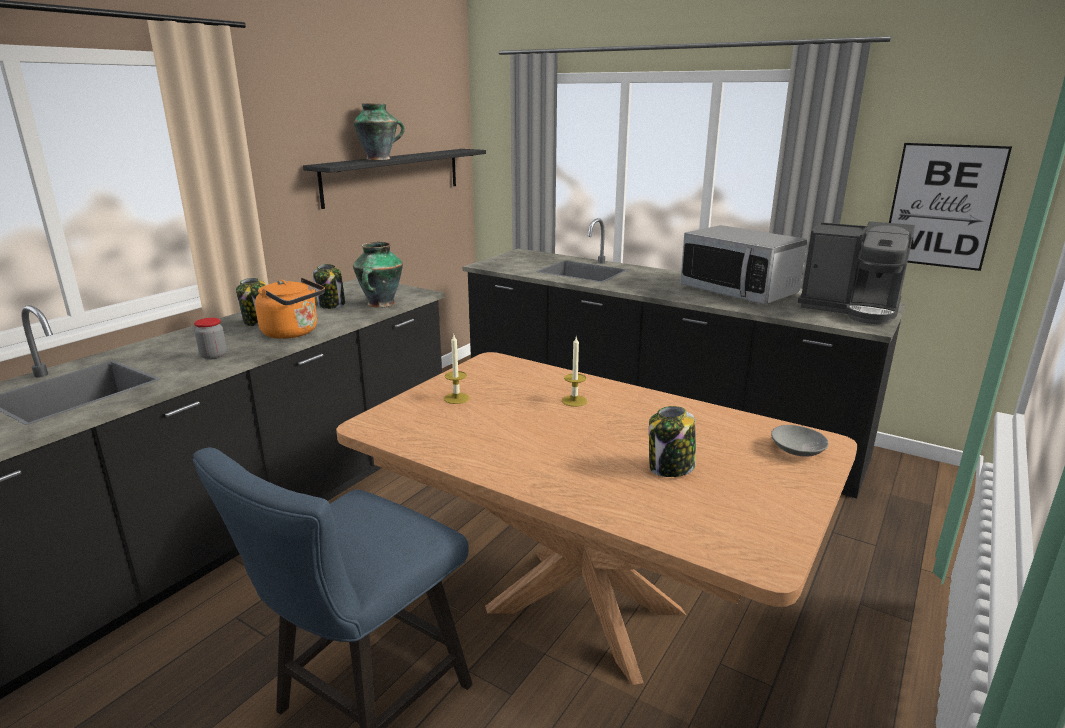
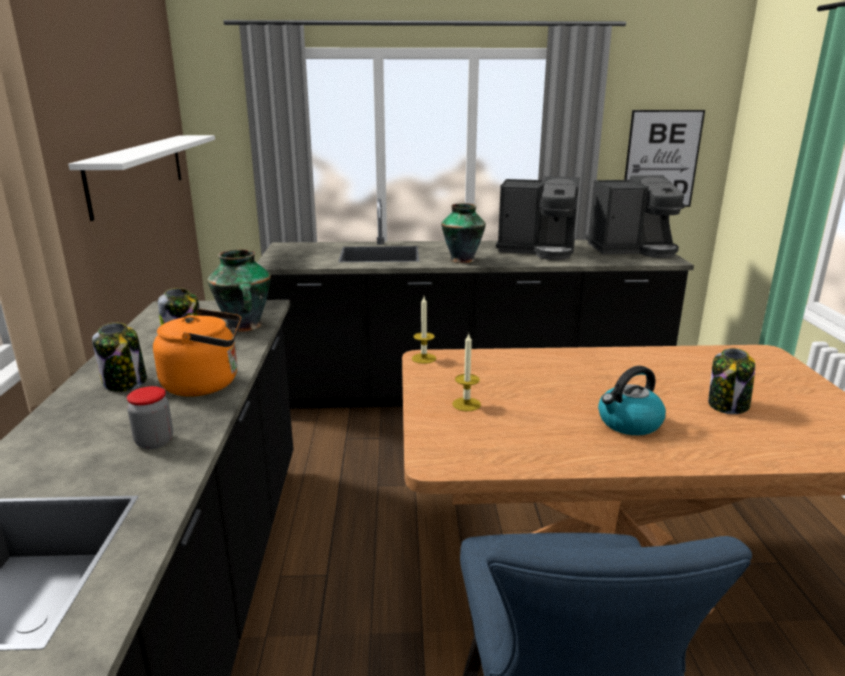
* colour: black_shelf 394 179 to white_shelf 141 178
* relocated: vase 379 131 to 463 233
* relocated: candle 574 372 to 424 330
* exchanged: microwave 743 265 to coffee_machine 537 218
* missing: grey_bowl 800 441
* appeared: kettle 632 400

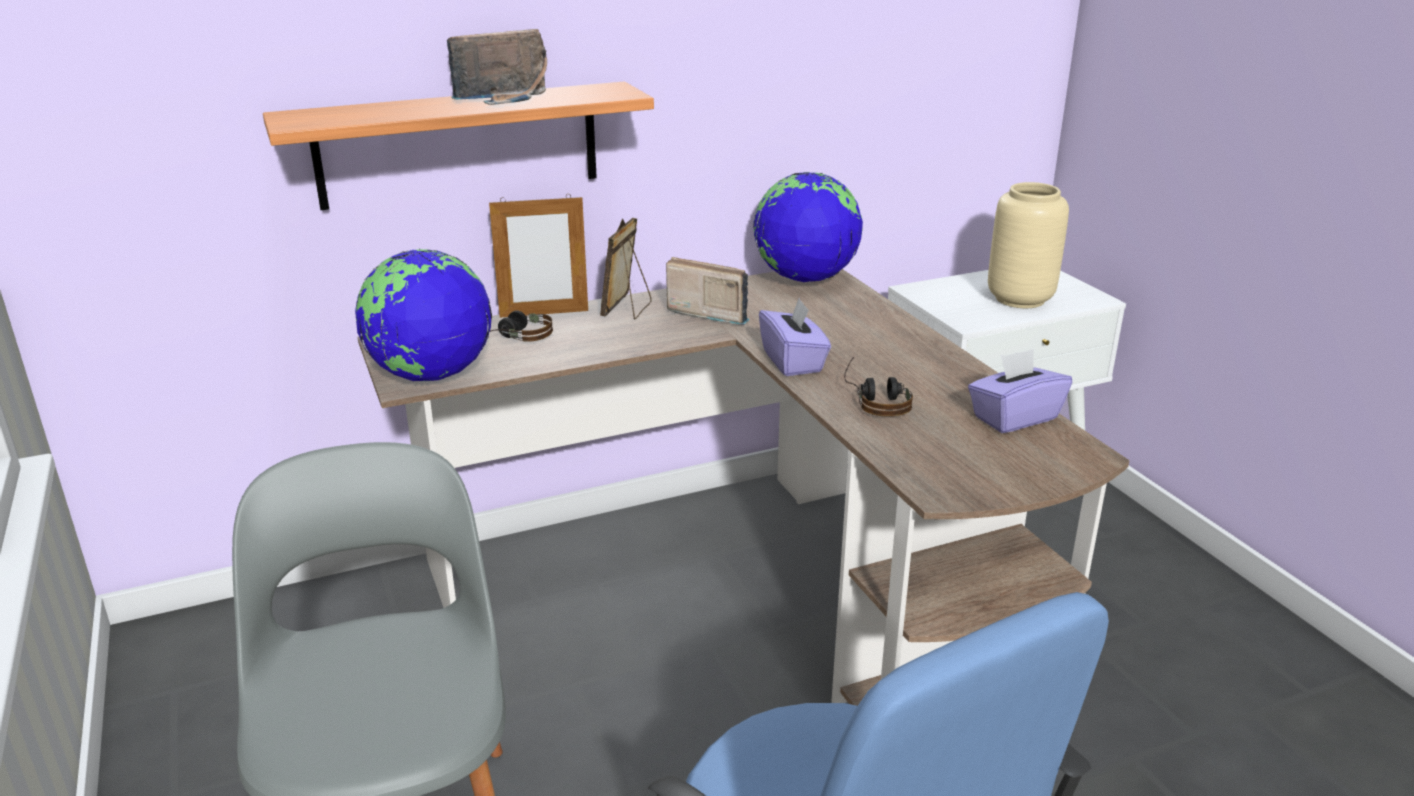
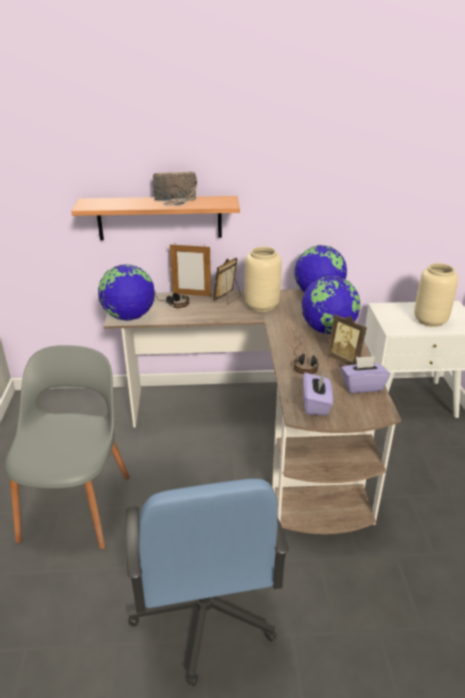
* exchanged: radio 707 291 to beige_vase 263 279
* relocated: purple_tissue_box 795 337 to 318 393
* appeared: globe 330 305
* appeared: picture_frame 346 339

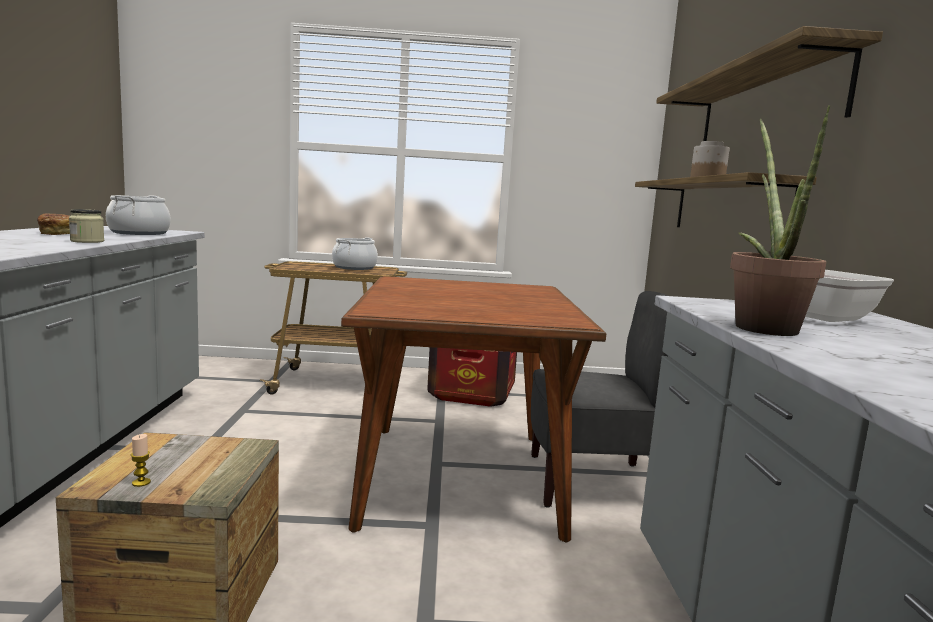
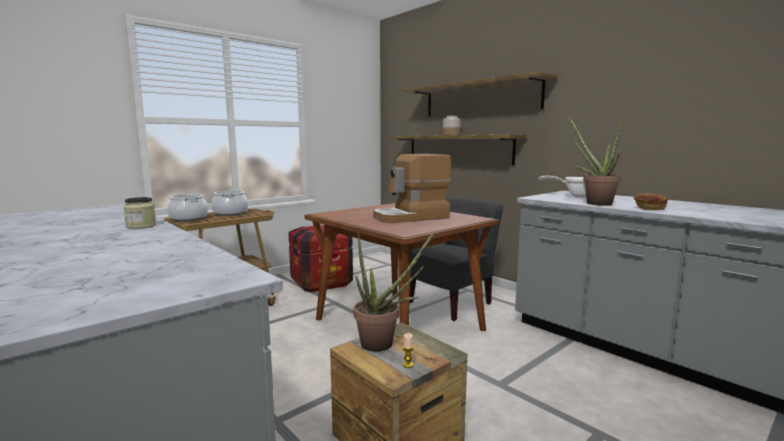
* relocated: bread 53 224 to 651 201
* relocated: cooking_pot 138 215 to 187 207
* appeared: potted_plant 393 292
* appeared: coffee_machine 412 188

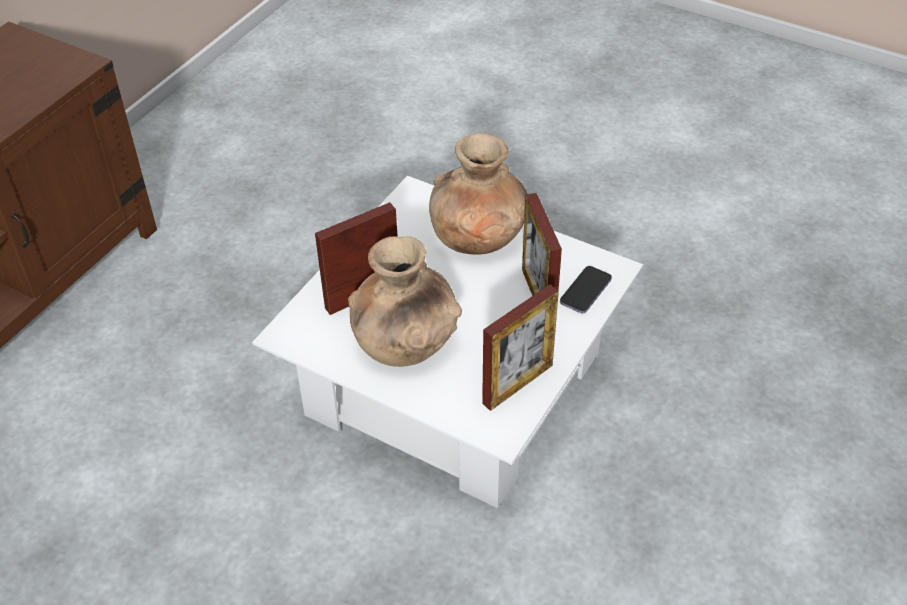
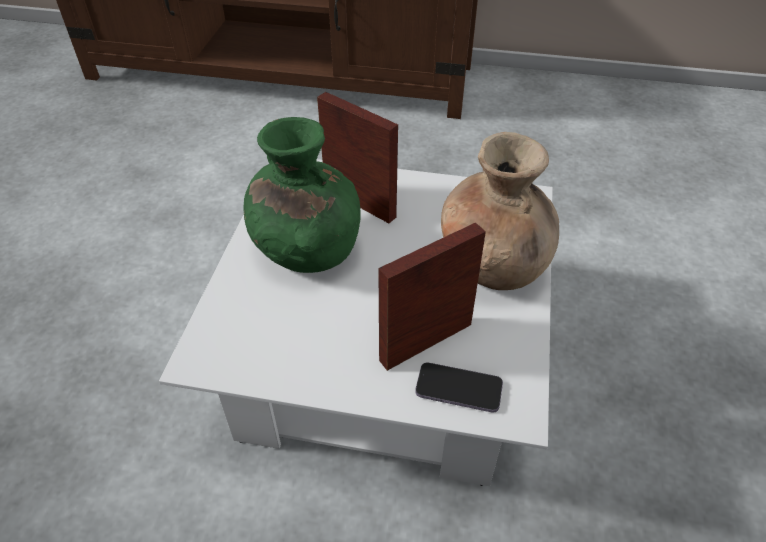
* colour: brown_vase 405 301 to green_vase 302 195
* missing: picture_frame 520 347

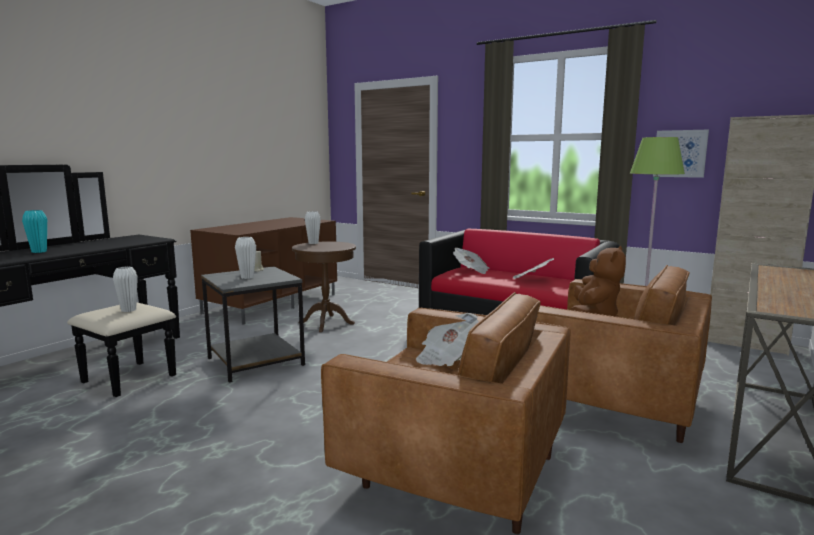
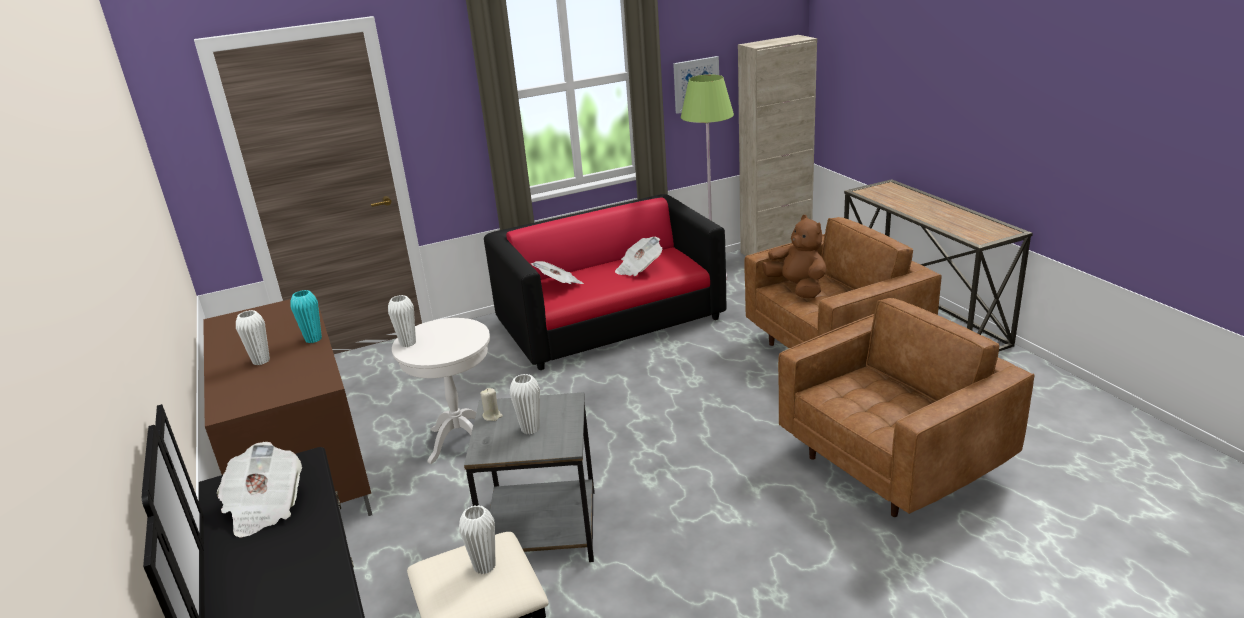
* relocated: turquoise_vase 34 231 to 306 316
* colour: brown_side_table 324 287 to white_side_table 441 391
* relocated: newspaper 447 339 to 259 490
* appeared: white_vase 253 337

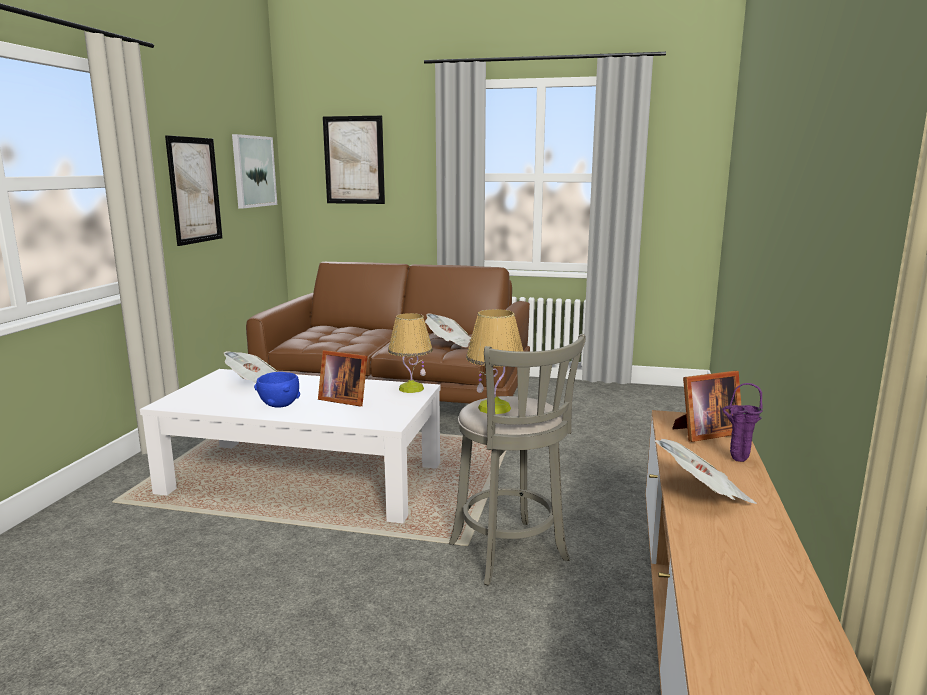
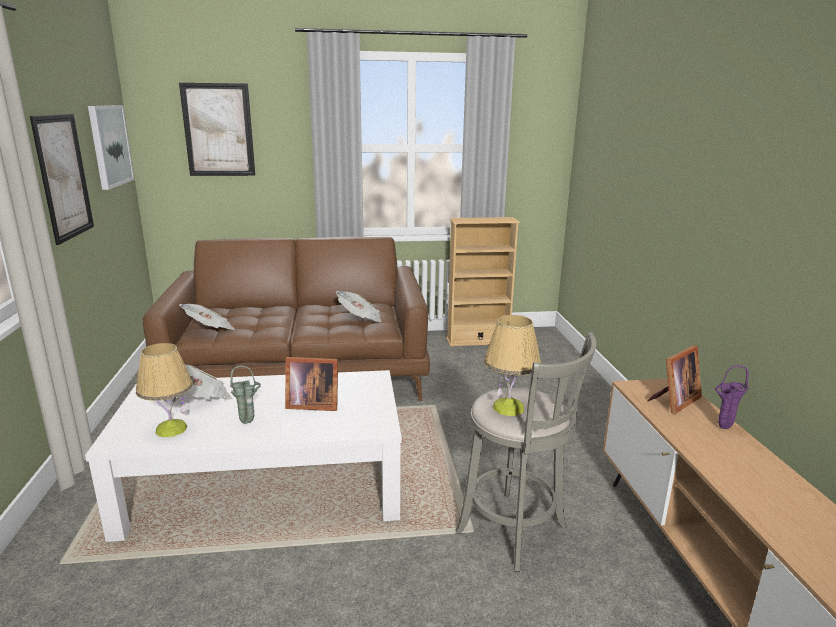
* exchanged: blue_bowl 277 390 to green_vase 245 394
* relocated: table_lamp 410 353 to 164 390
* relocated: newspaper 705 471 to 207 317
* appeared: beige_bookcase 483 281

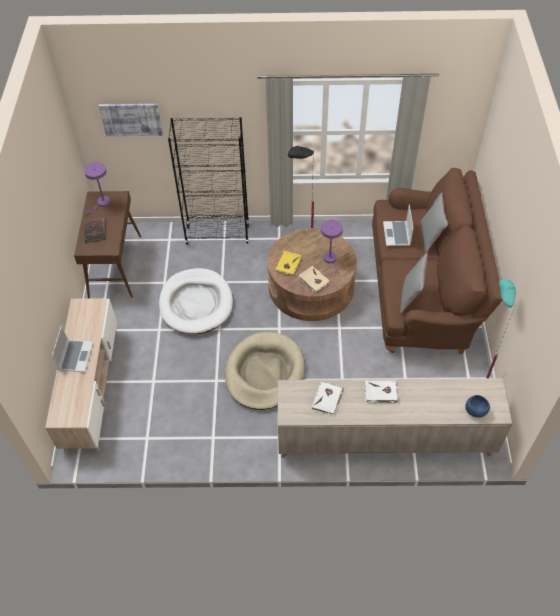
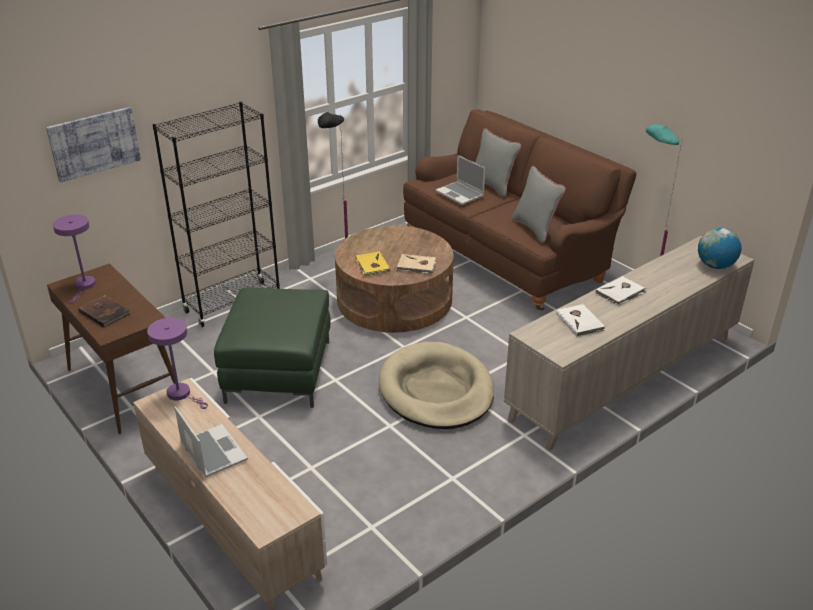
* exchanged: white_dog_bed 196 301 to green_ottoman 272 347
* relocated: purple_table_lamp 332 247 to 177 363
* exchanged: blue_bowl 477 406 to globe 720 248

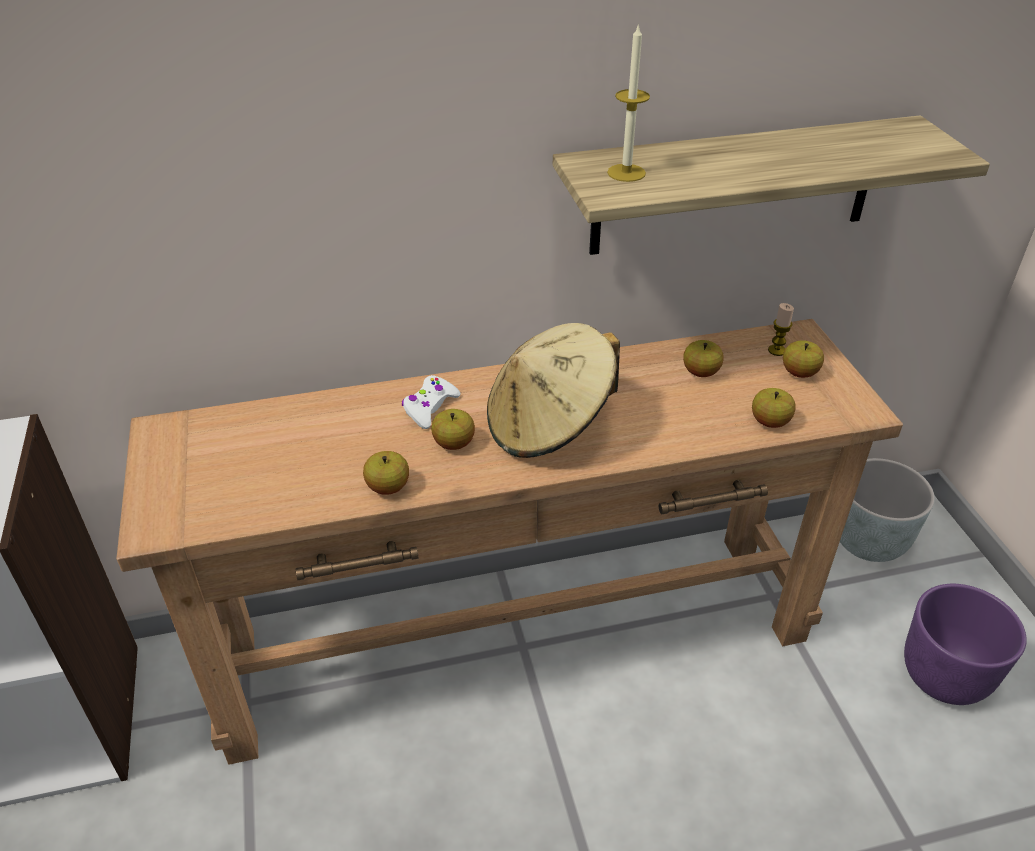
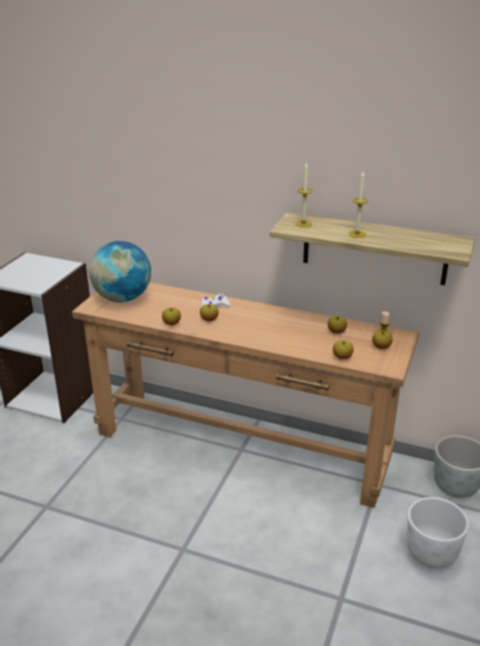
* missing: beige_hat 553 390
* colour: purple_planter 965 644 to white_planter 437 533
* appeared: globe 120 271
* appeared: candle 358 205

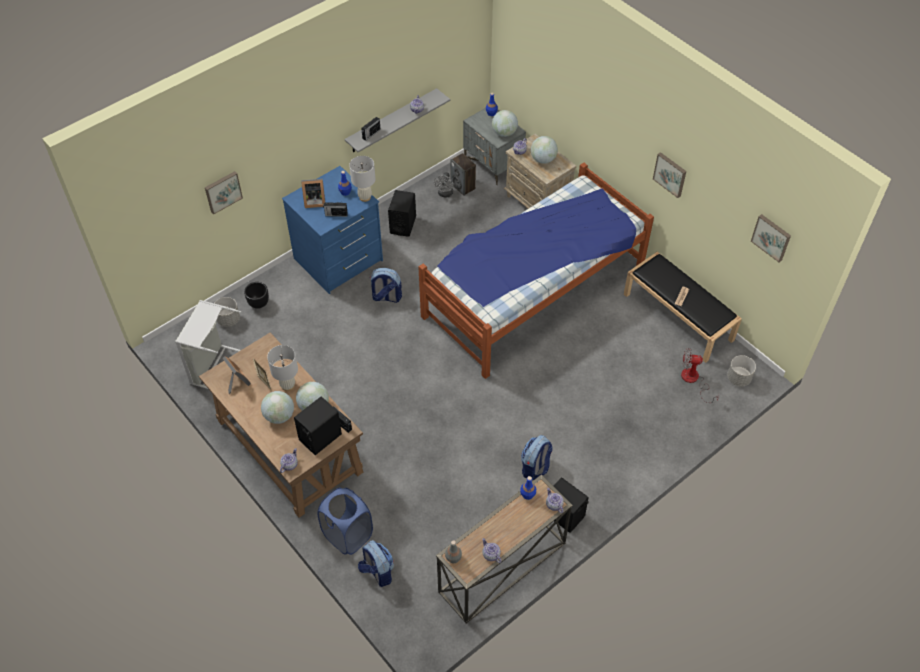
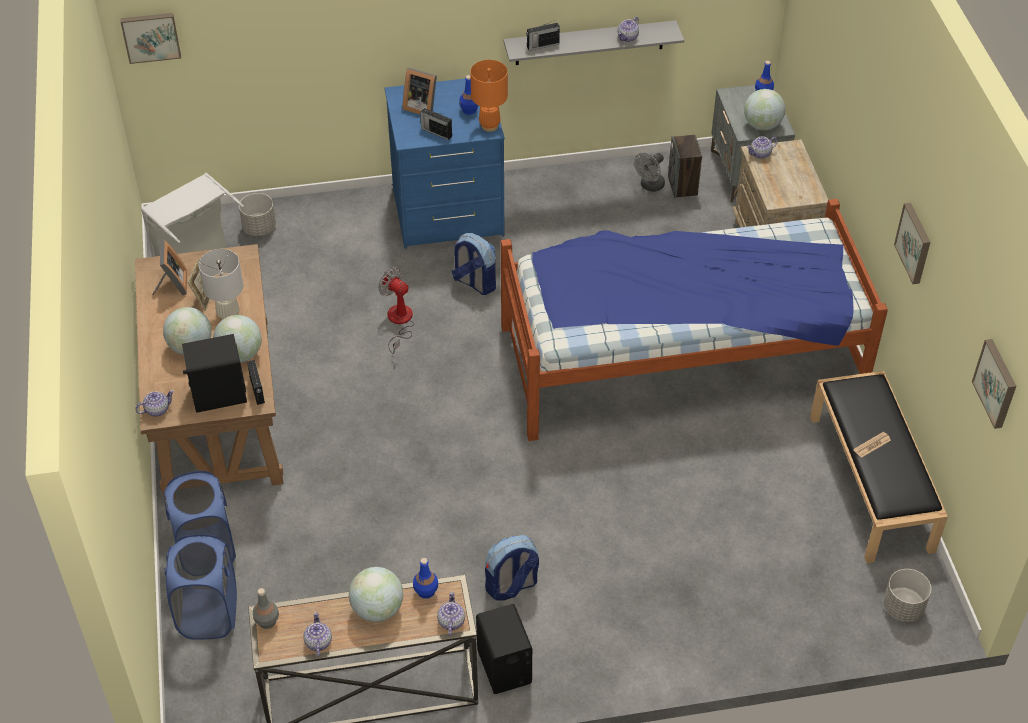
* relocated: picture 224 193 to 150 38
* missing: black_planter 256 295
* colour: white_table_lamp 362 179 to orange_table_lamp 489 96
* exchanged: backpack 376 563 to blue_laundry_basket 201 587
* missing: black_speaker 402 213
* relocated: globe 544 150 to 376 594
* relocated: fan 700 375 to 396 310

